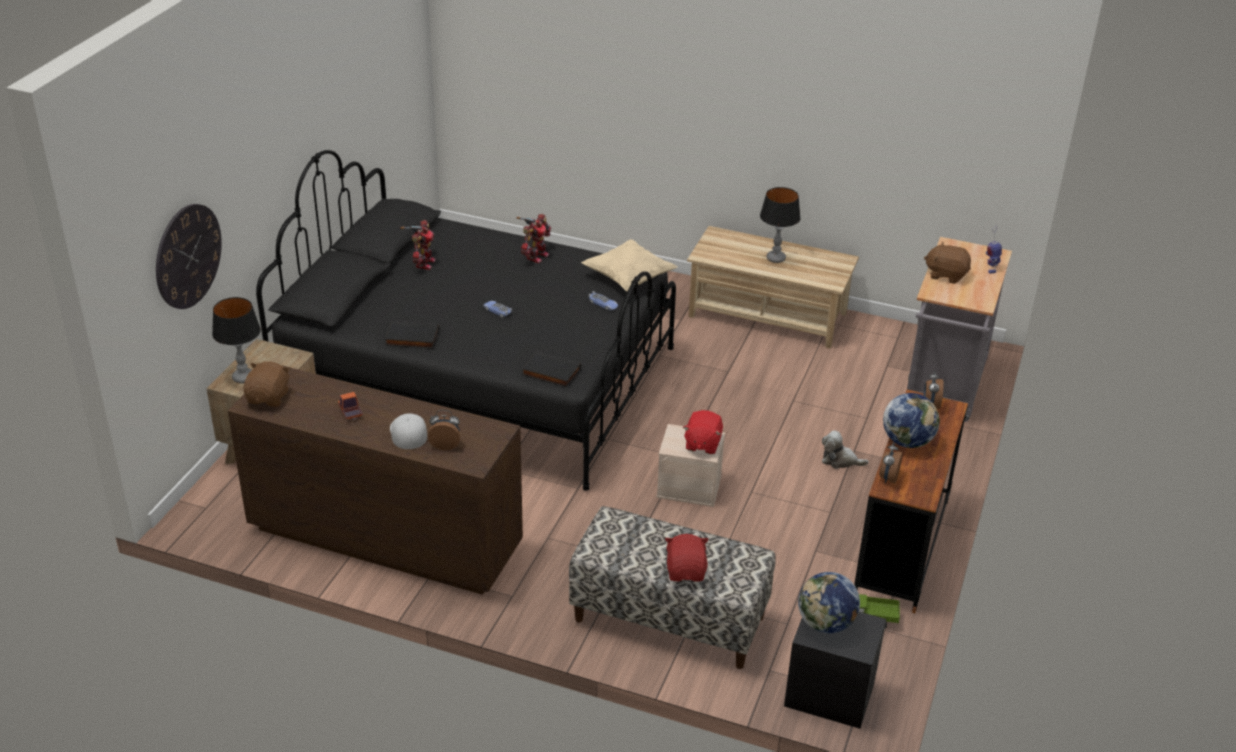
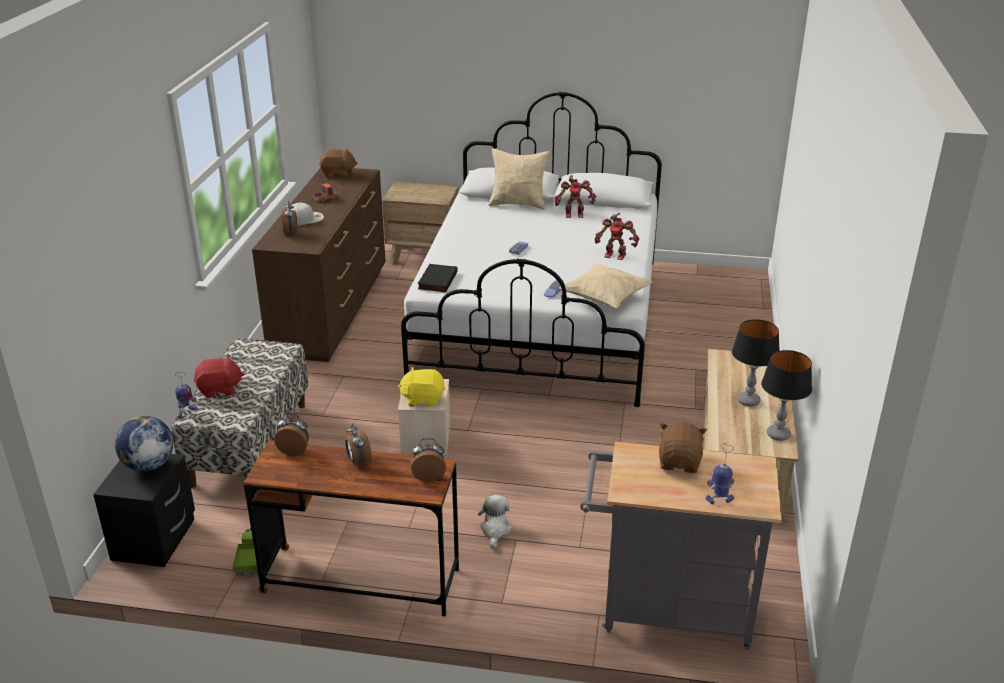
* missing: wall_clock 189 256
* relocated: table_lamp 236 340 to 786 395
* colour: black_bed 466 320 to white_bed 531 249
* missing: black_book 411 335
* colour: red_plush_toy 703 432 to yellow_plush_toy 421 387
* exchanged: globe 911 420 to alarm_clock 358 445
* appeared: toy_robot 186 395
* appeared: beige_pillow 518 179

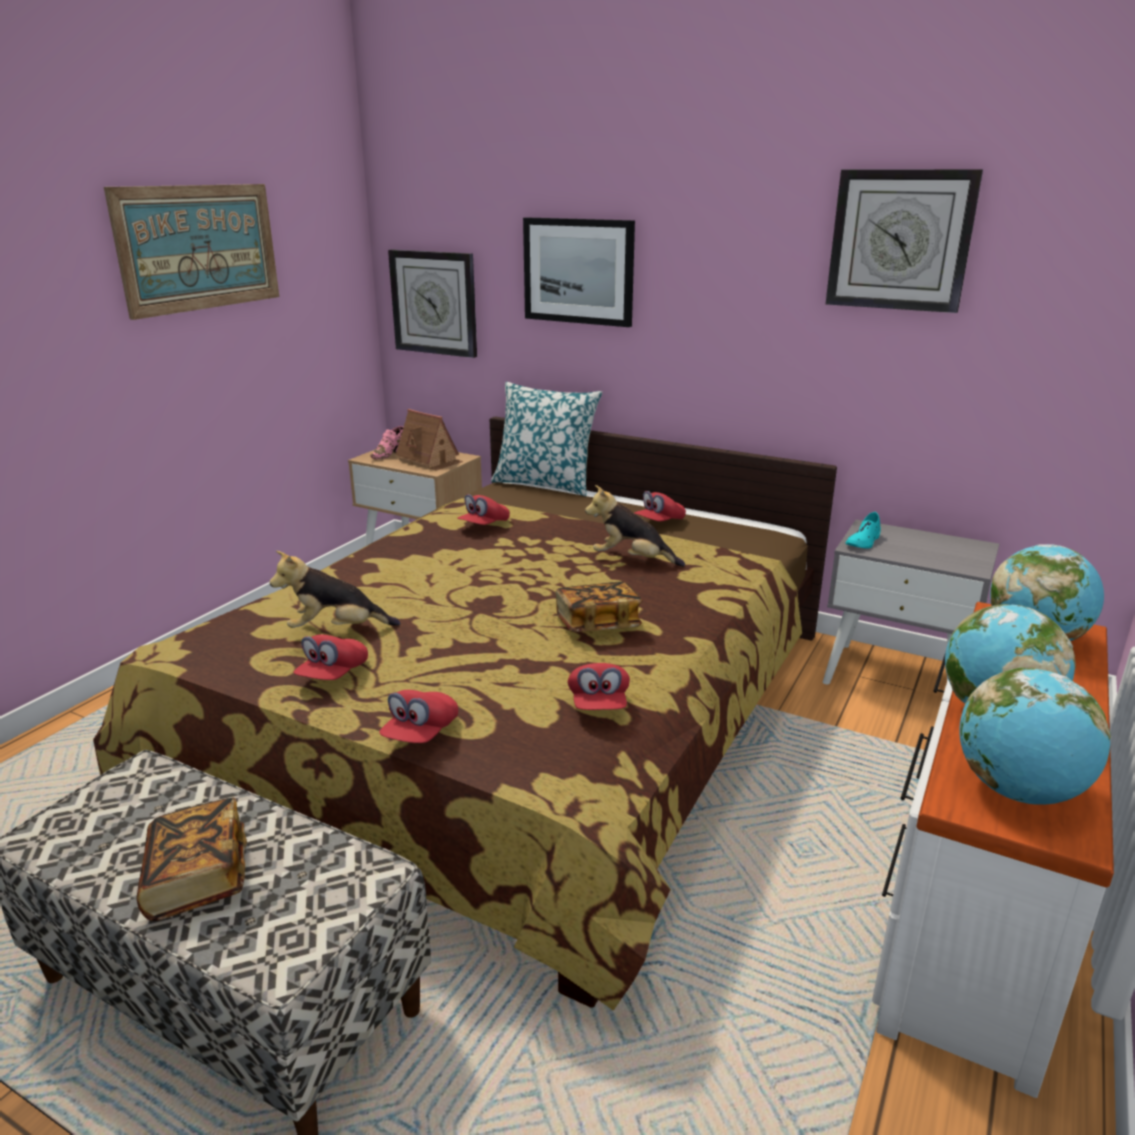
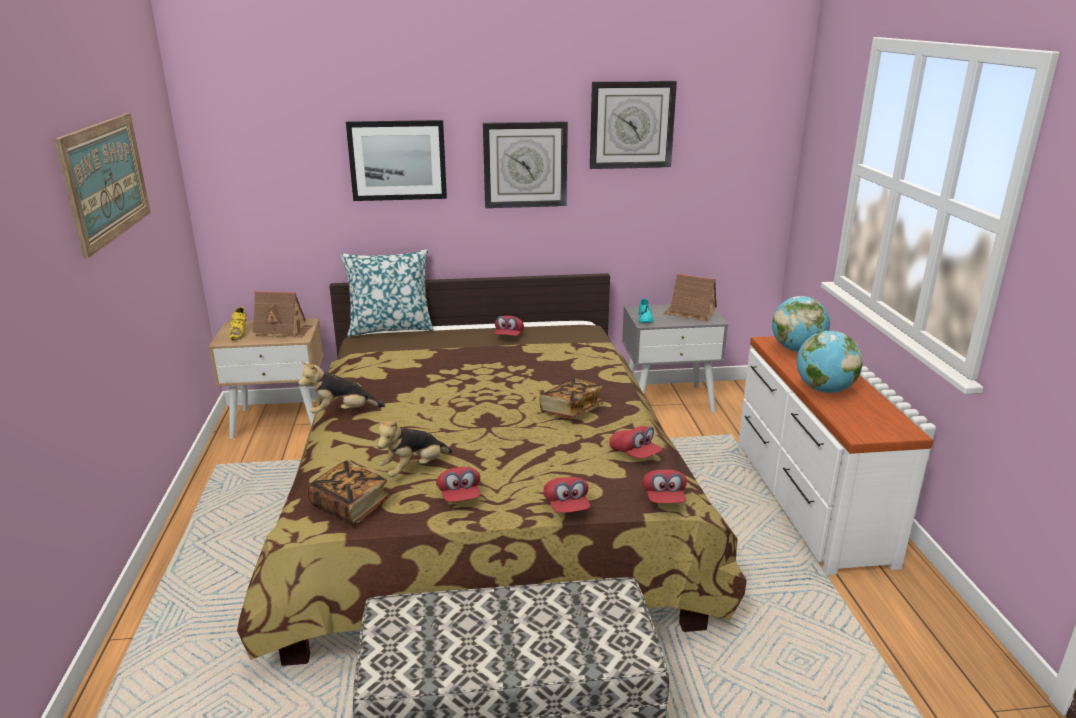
* relocated: book 191 859 to 349 492
* colour: pink_shoe 387 442 to yellow_shoe 238 323
* relocated: wall_clock 432 304 to 525 164
* relocated: red_cap 483 509 to 664 486
* relocated: plush_toy 635 526 to 341 387
* missing: globe 1035 736
* appeared: toy_house 690 297

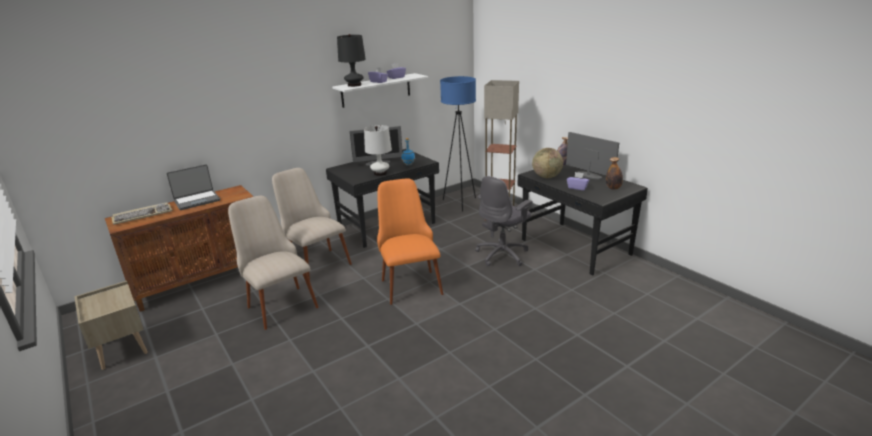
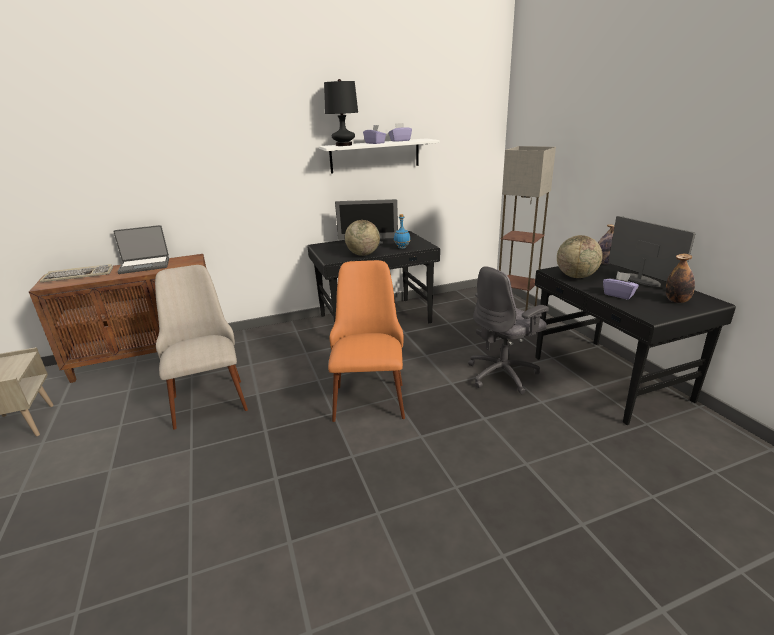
* missing: beige_chair 312 224
* exchanged: white_table_lamp 378 150 to globe 362 238
* missing: blue_floor_lamp 458 143

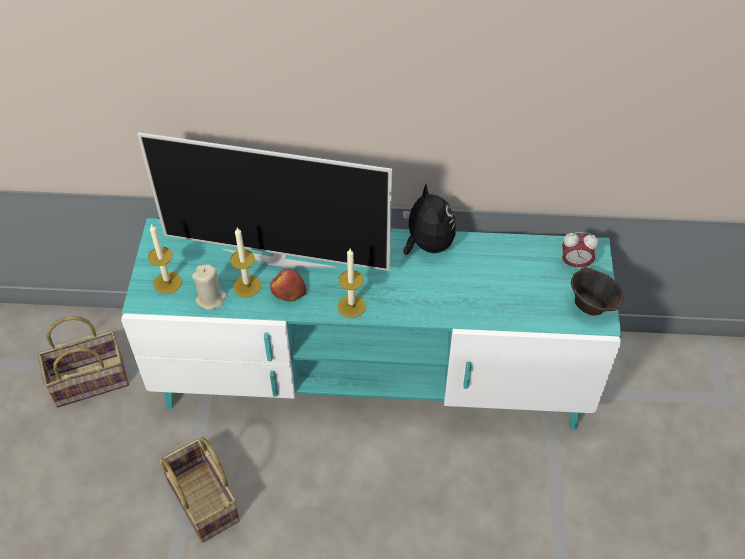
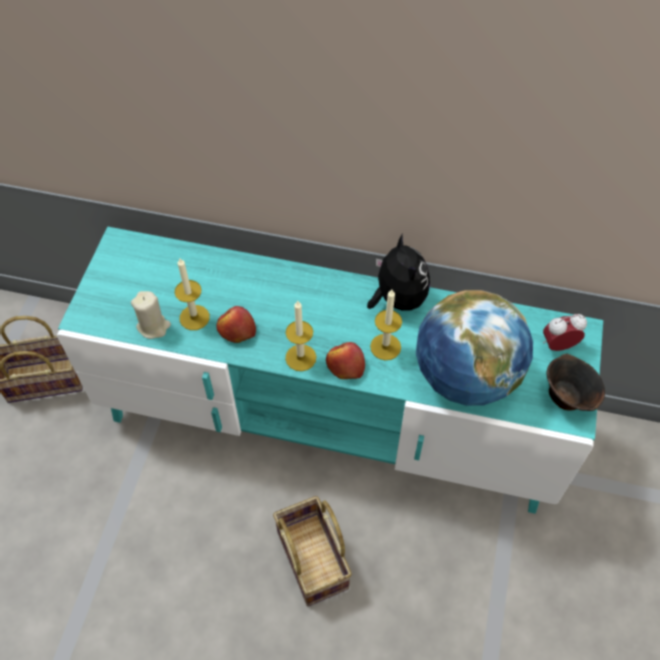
* missing: television 264 201
* relocated: candle 165 259 to 386 325
* relocated: basket 199 490 to 312 551
* spun: alarm_clock 580 249 = 565 332 150 degrees clockwise
* appeared: apple 345 360
* appeared: globe 474 348

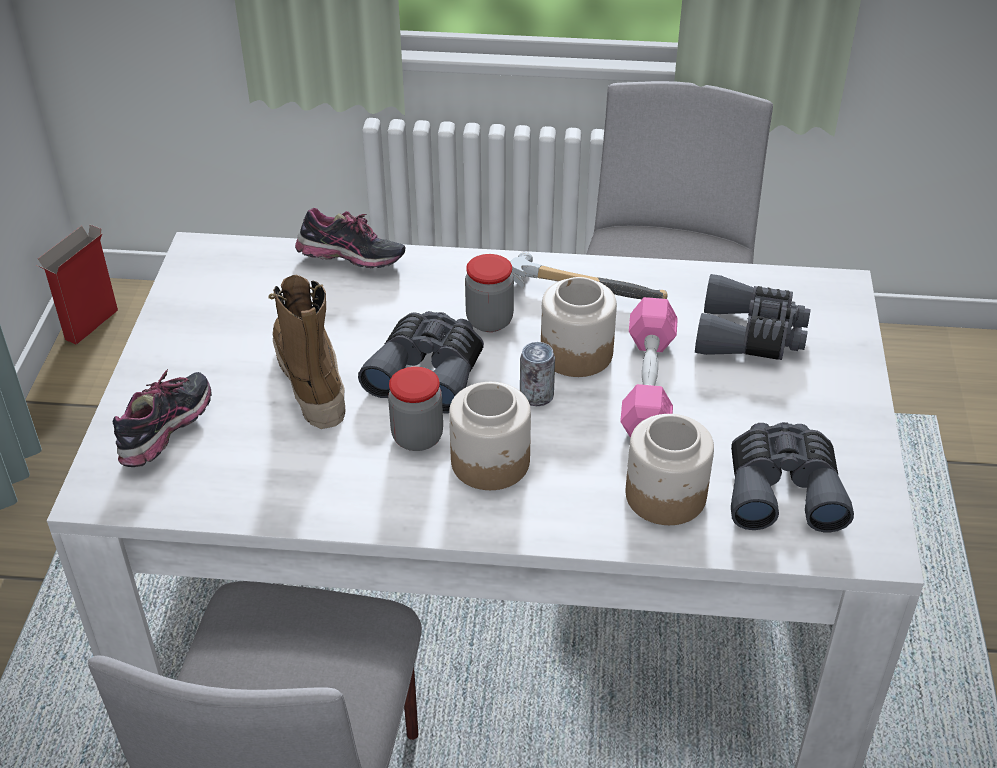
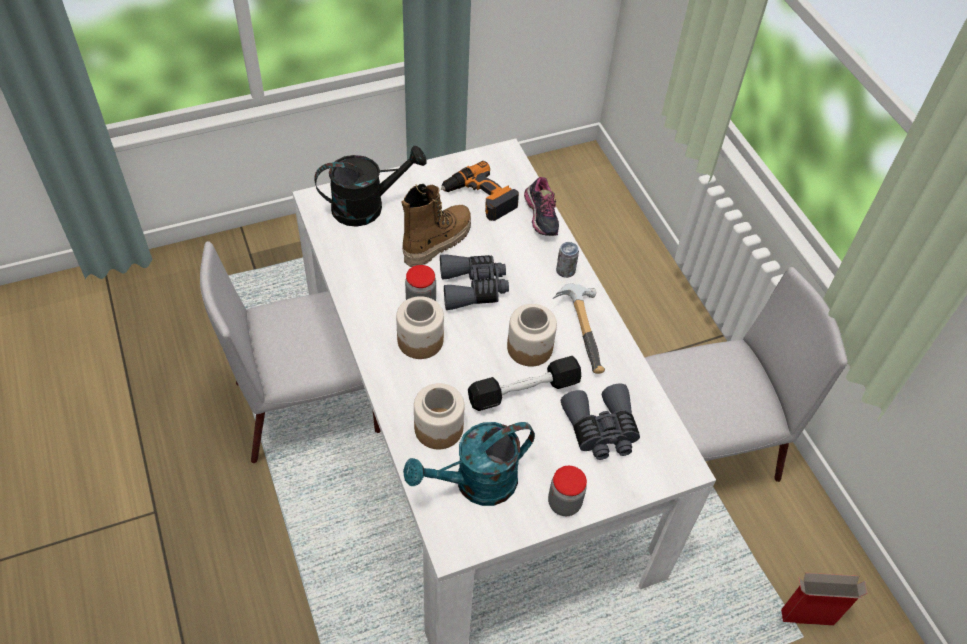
* relocated: cardboard_box 77 284 to 824 599
* exchanged: shoe 162 418 to black_watering_can 370 186
* relocated: jar 489 293 to 567 491
* relocated: can 537 374 to 567 260
* colour: pink_dumbbell 649 367 to black_dumbbell 524 383
* exchanged: grey_binoculars 792 477 to turquoise_watering_can 469 464
* appeared: power_drill 480 191

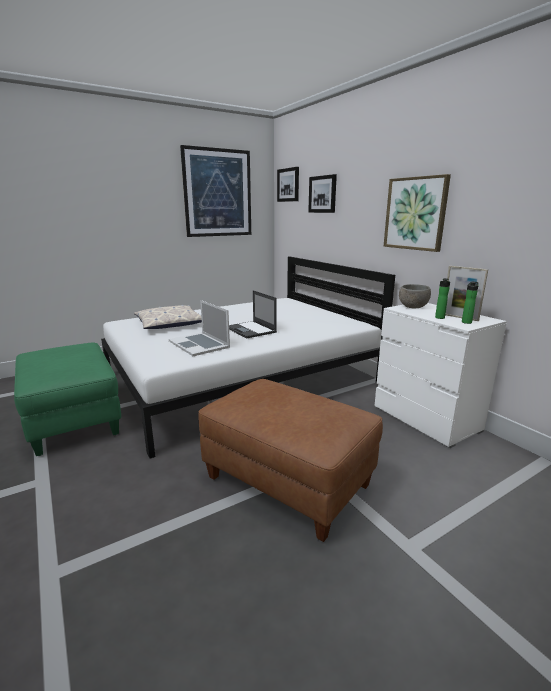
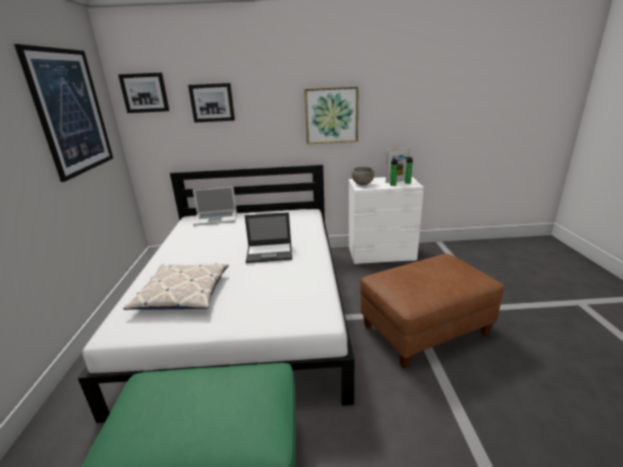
* relocated: laptop 199 328 to 214 206

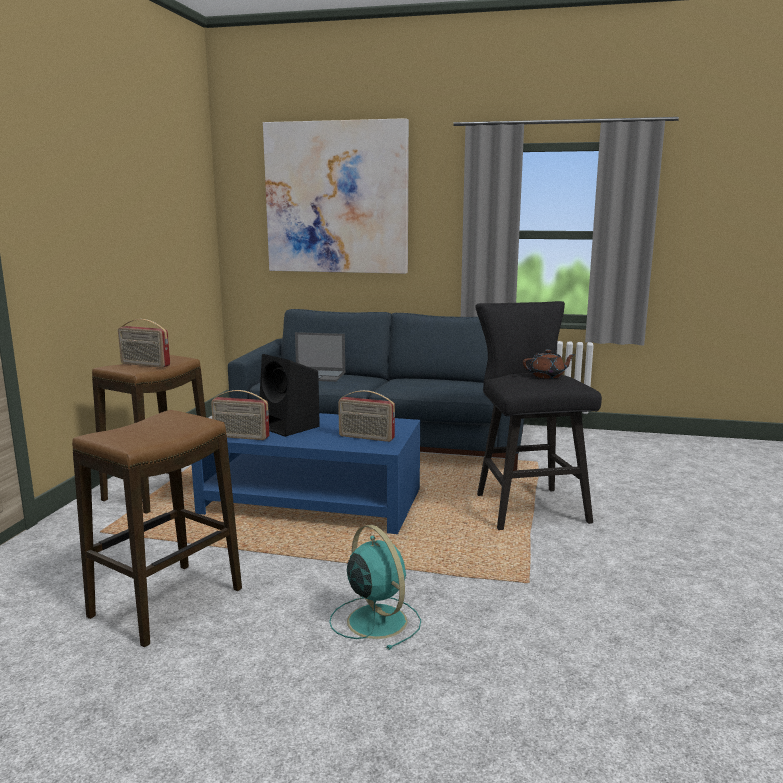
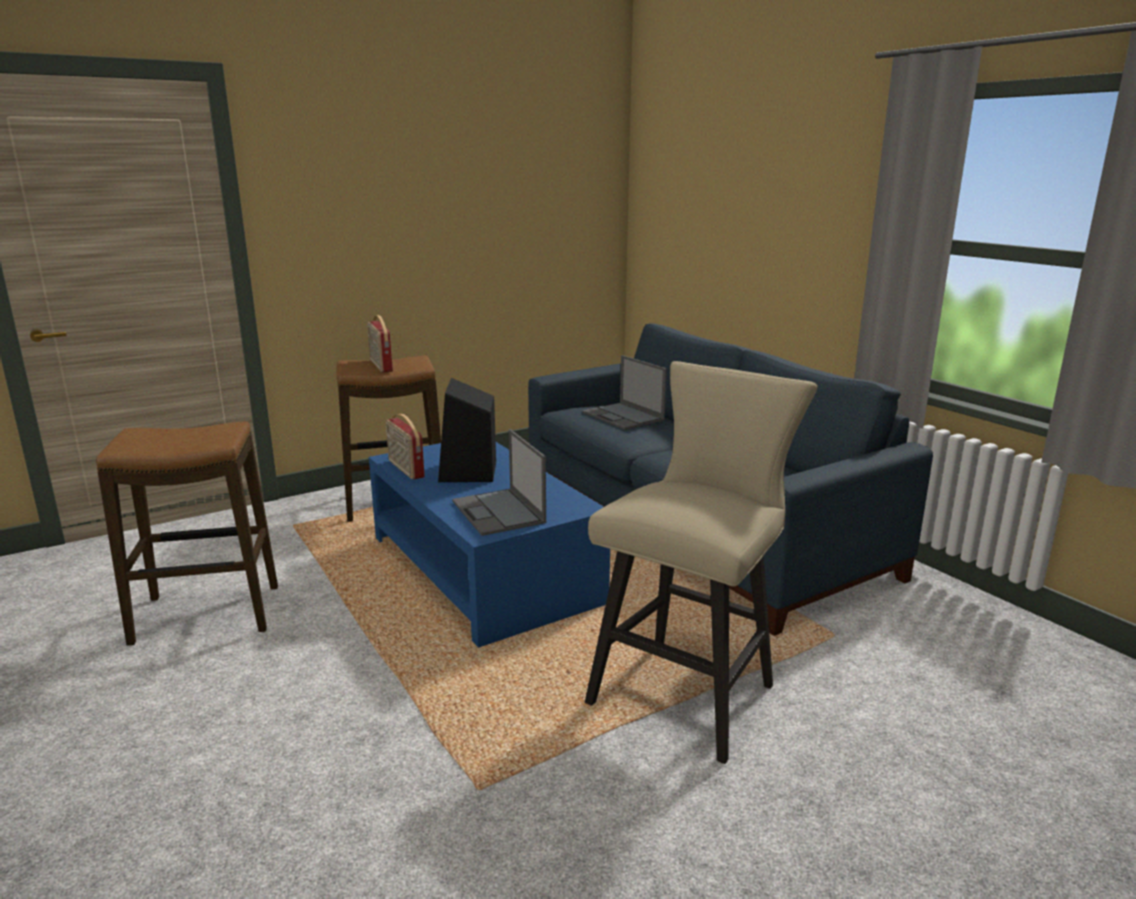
* missing: picture 336 196
* missing: turquoise_fan 375 587
* exchanged: radio 366 416 to laptop 499 482
* colour: black_stool 538 415 to beige_stool 701 562
* missing: brown_teapot 549 364

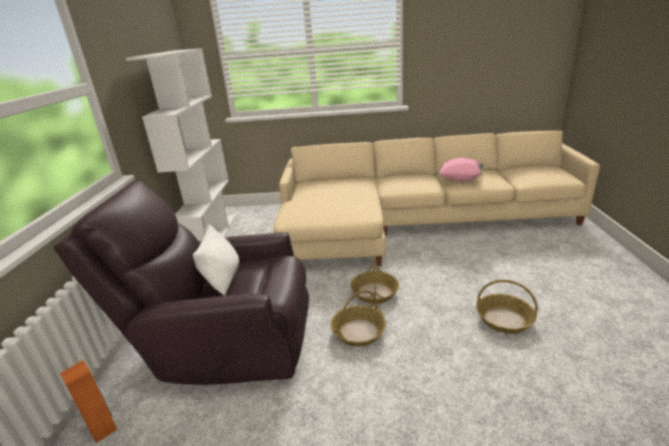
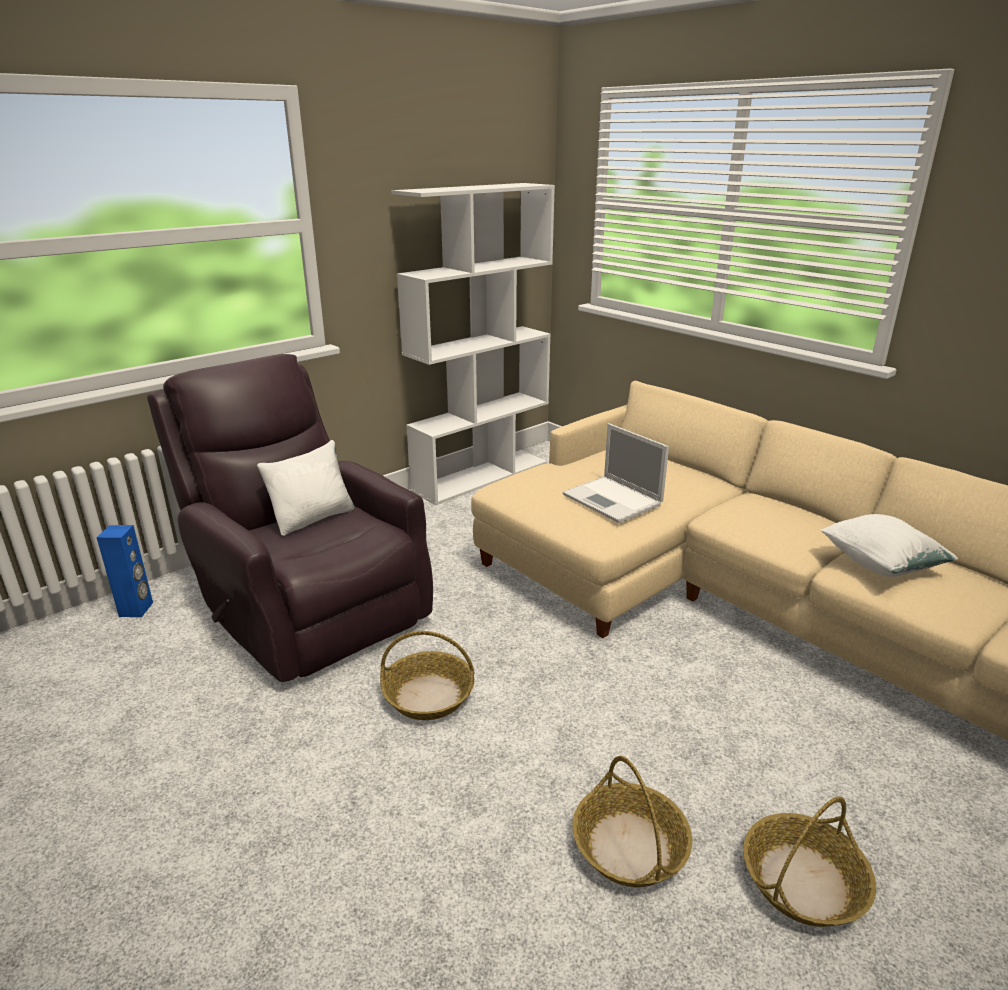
* colour: orange_speaker 88 401 to blue_speaker 125 571
* relocated: basket 374 279 to 809 862
* colour: pink_pillow 461 169 to white_pillow 889 545
* appeared: laptop 616 473

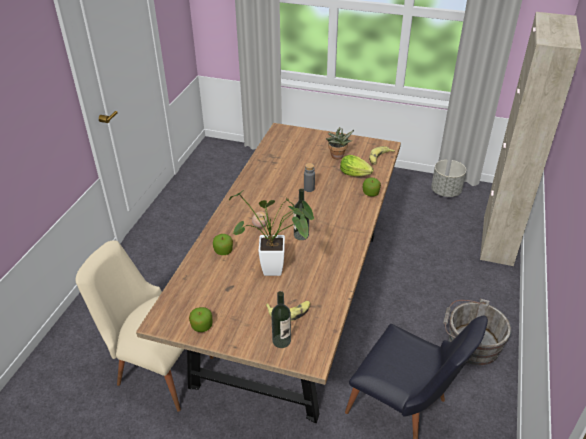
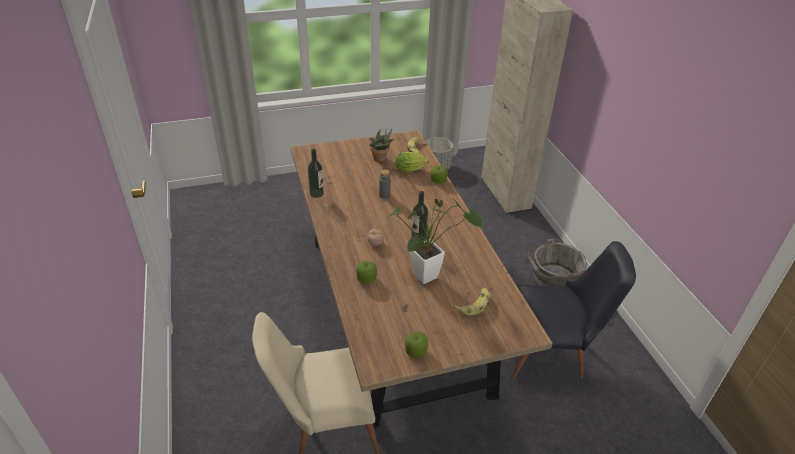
* relocated: bottle 281 319 to 316 173

